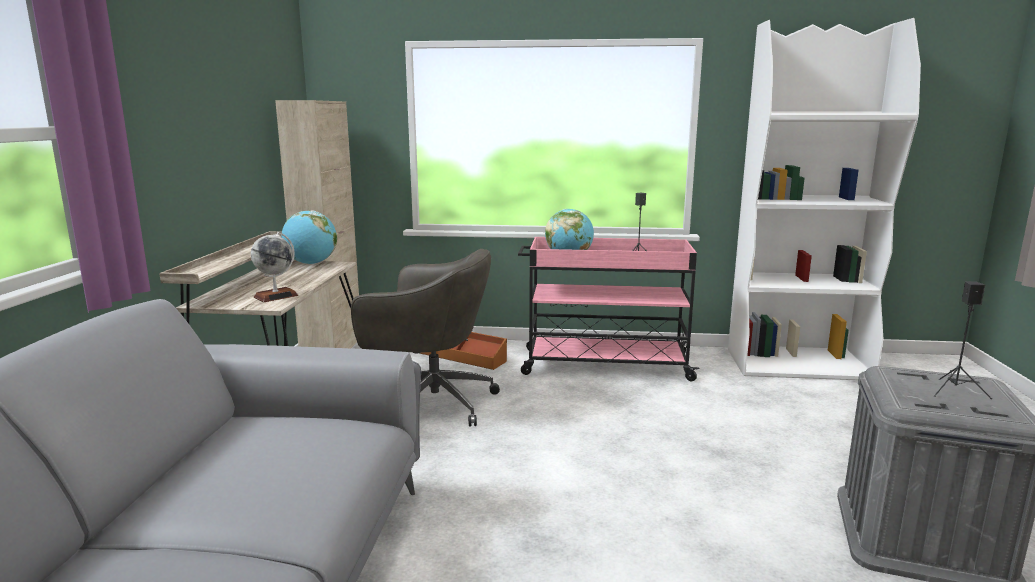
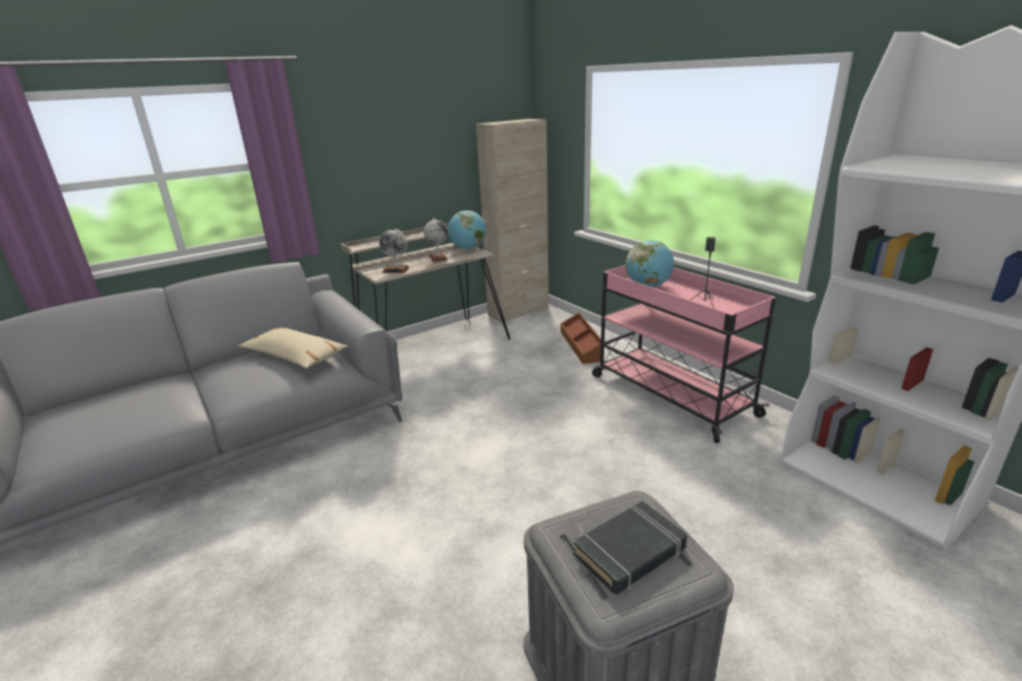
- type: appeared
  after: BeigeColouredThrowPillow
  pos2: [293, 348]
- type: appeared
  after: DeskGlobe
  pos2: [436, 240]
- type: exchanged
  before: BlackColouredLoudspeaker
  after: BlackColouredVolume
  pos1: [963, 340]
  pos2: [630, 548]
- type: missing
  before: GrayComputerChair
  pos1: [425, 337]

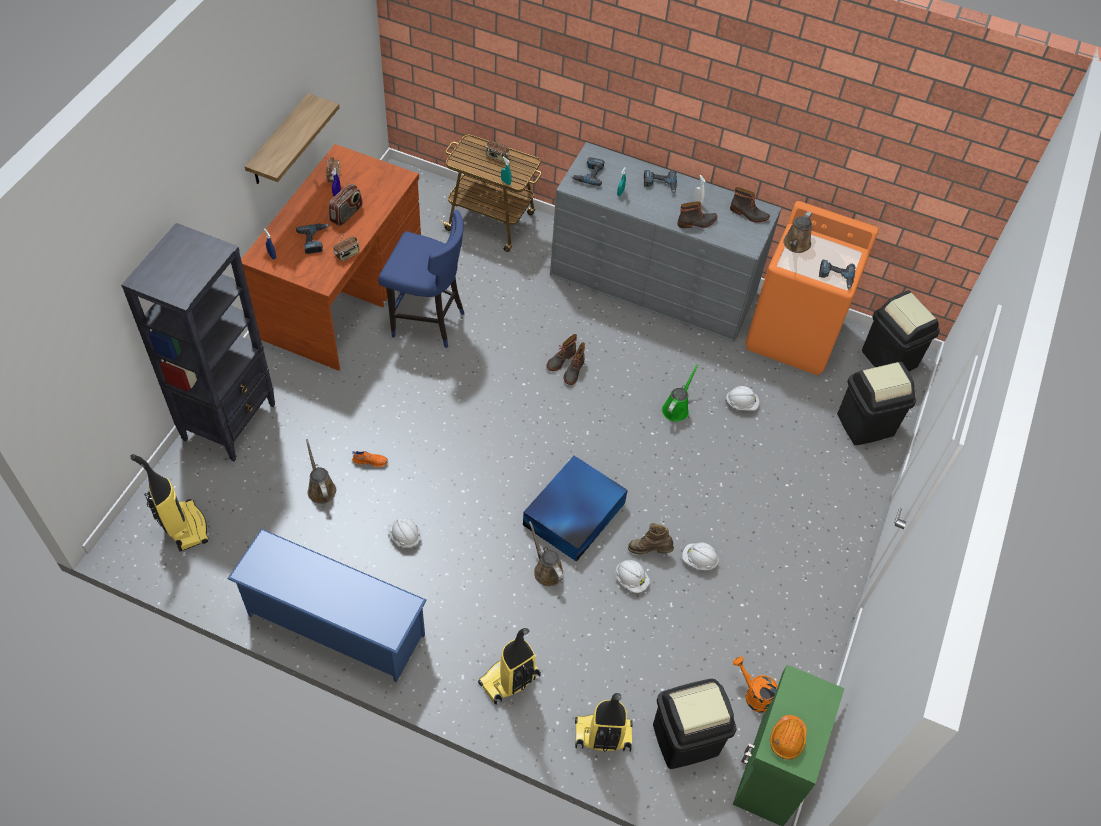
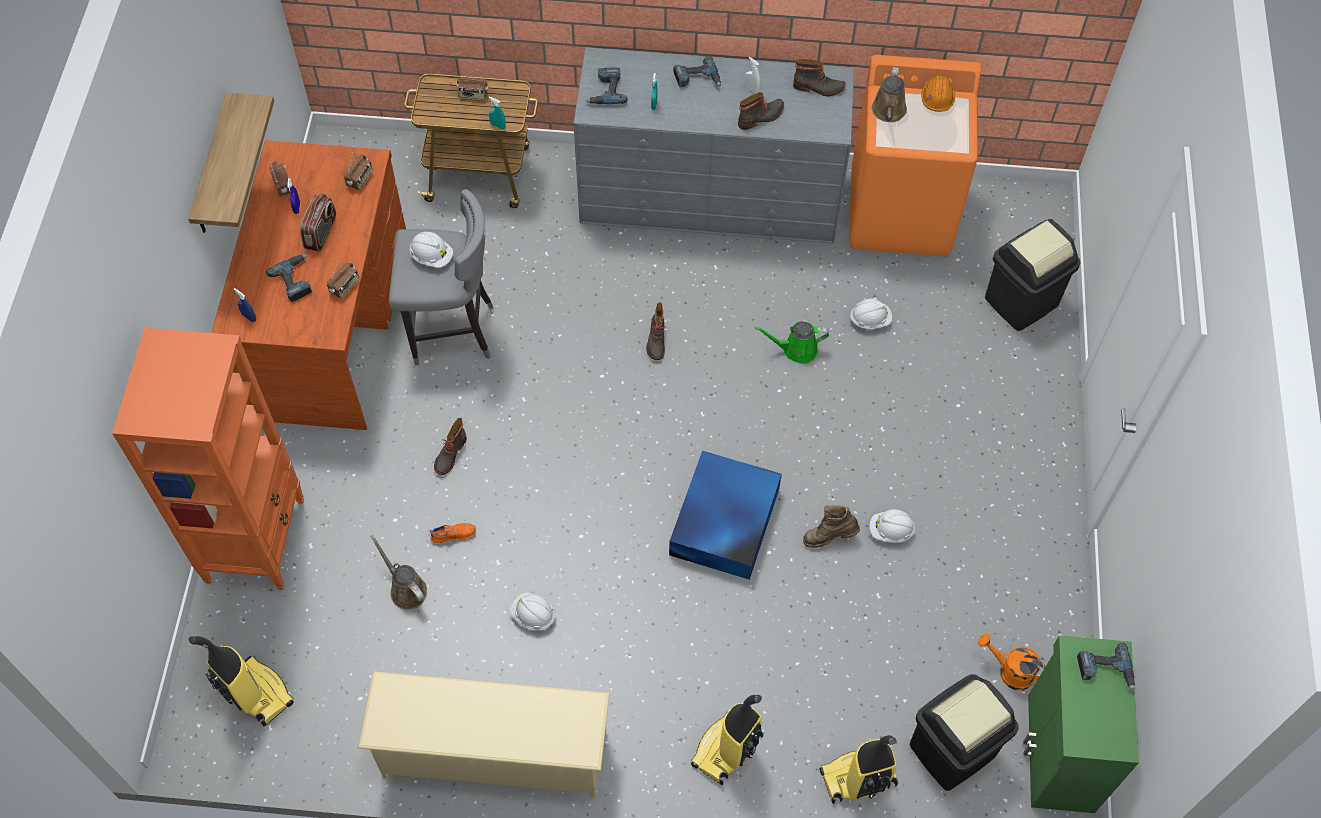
- type: colour
  before: BlackColouredBookcase
  after: OrangeBookcase
  pos1: [198, 342]
  pos2: [208, 459]
- type: appeared
  after: RadioSet
  pos2: [358, 171]
- type: colour
  before: BlueColouredShoeShelf
  after: BeigeColouredShoeShelf
  pos1: [327, 605]
  pos2: [484, 734]
- type: colour
  before: BlueColouredSittingStool
  after: GraySittingStool
  pos1: [421, 279]
  pos2: [441, 277]
- type: relocated
  before: WhiteColouredSafetyHelmet
  pos1: [633, 576]
  pos2: [431, 250]
- type: relocated
  before: Boot
  pos1: [561, 352]
  pos2: [450, 446]
- type: spun
  before: GreenishWateringPot
  pos1: [680, 393]
  pos2: [792, 342]
  turn: -105
- type: relocated
  before: OrangeSafetyHelmet
  pos1: [788, 737]
  pos2: [938, 93]
- type: relocated
  before: Drill
  pos1: [837, 274]
  pos2: [1106, 667]
- type: missing
  before: BrownColouredWateringPot
  pos1: [546, 553]
- type: missing
  before: BlackColouredTrashCan
  pos1: [901, 330]

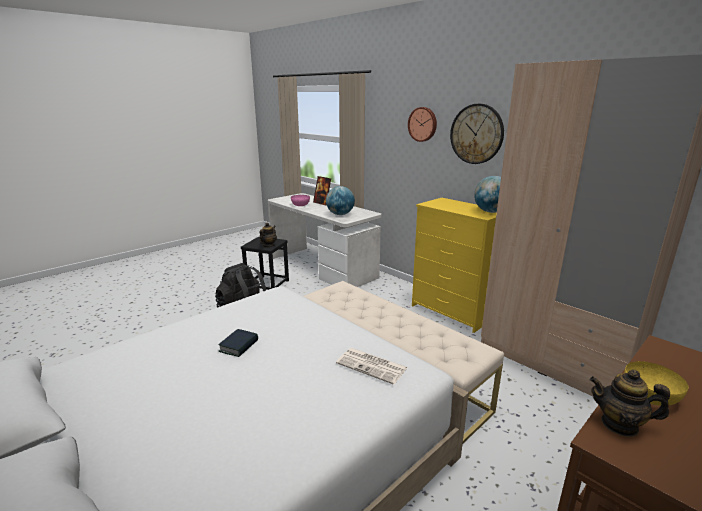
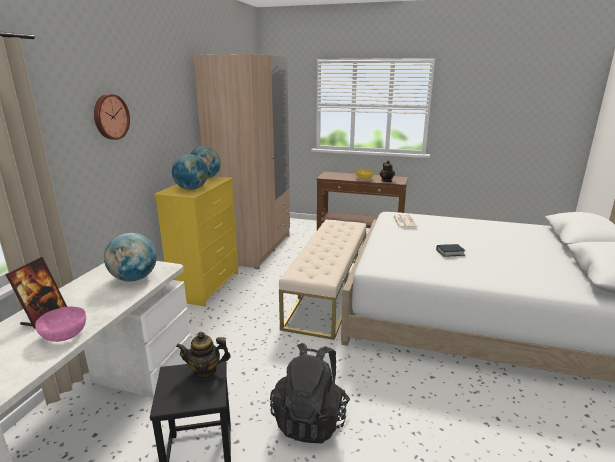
- type: appeared
  after: DeskGlobe
  pos2: [190, 172]
- type: missing
  before: WallClock
  pos1: [477, 134]

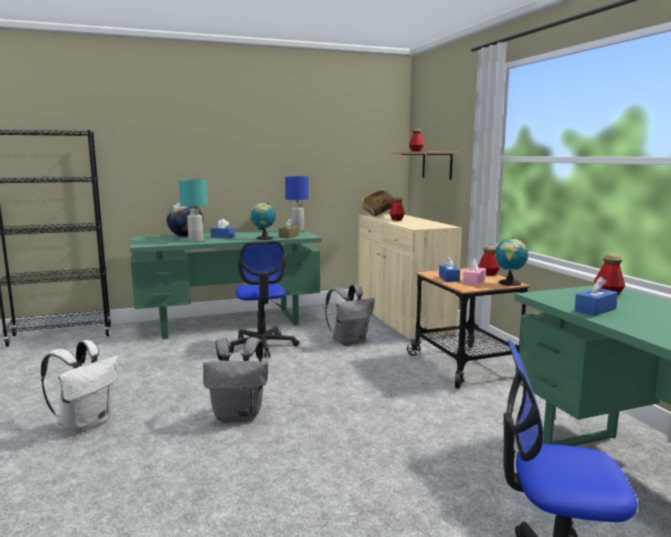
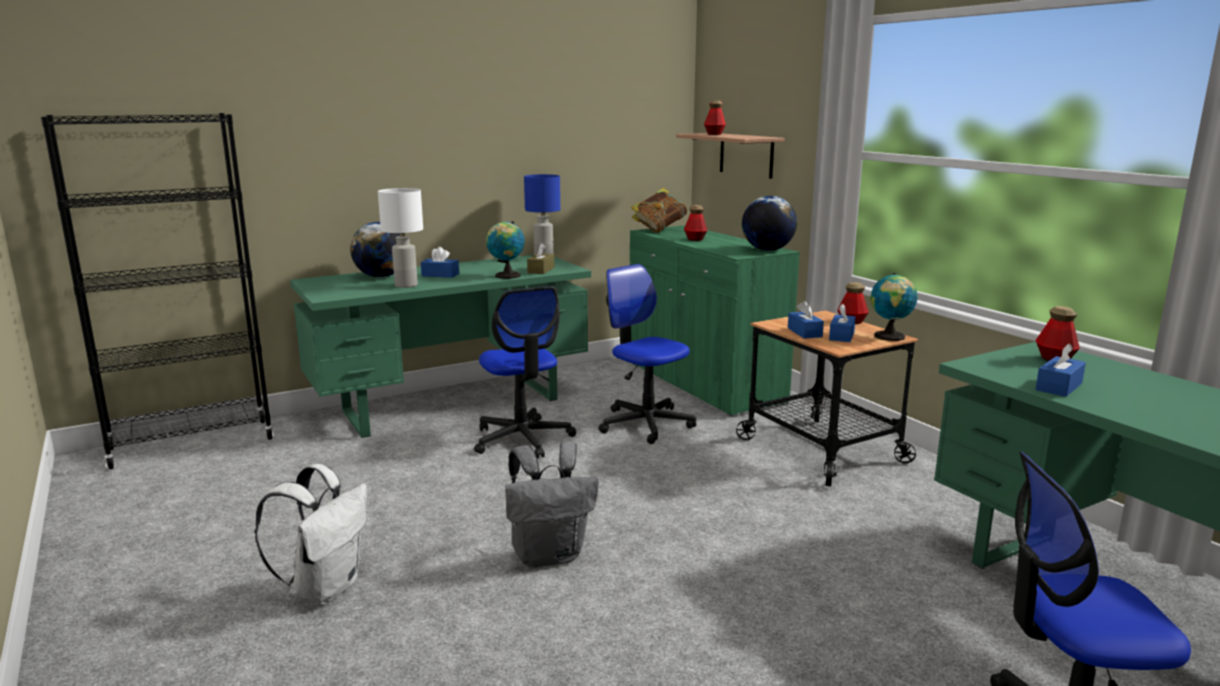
- type: colour
  before: BlueGreenLampForATable
  after: WhiteColouredLampForATable
  pos1: [193, 210]
  pos2: [400, 238]
- type: exchanged
  before: GrayRucksack
  after: ComputerChair
  pos1: [350, 315]
  pos2: [647, 354]
- type: colour
  before: BeigeColouredStorageCabinet
  after: GreenishStorageCabinet
  pos1: [410, 277]
  pos2: [715, 321]
- type: appeared
  after: DeskGlobe
  pos2: [769, 223]
- type: colour
  before: PinkBoxOfTissues
  after: BlueColouredBoxOfTissues
  pos1: [474, 271]
  pos2: [842, 323]

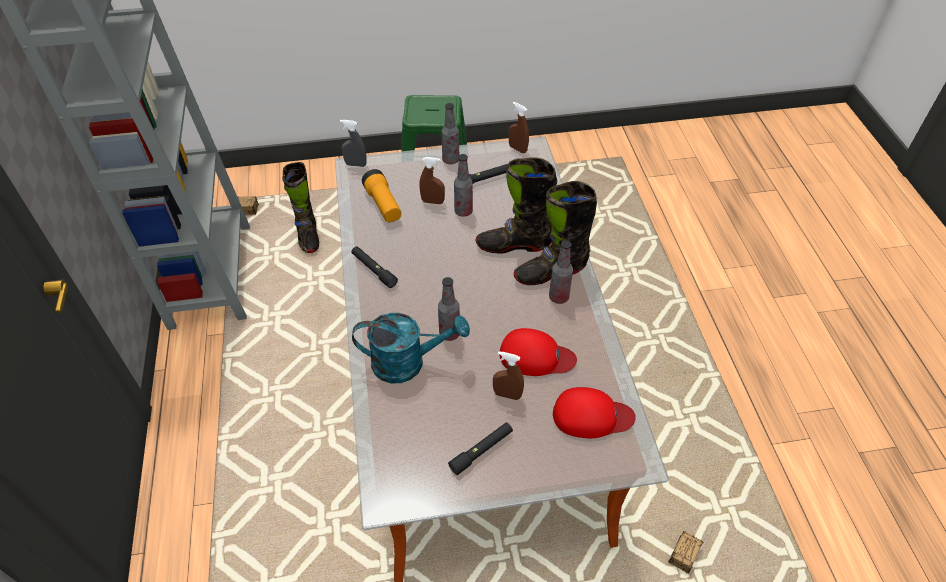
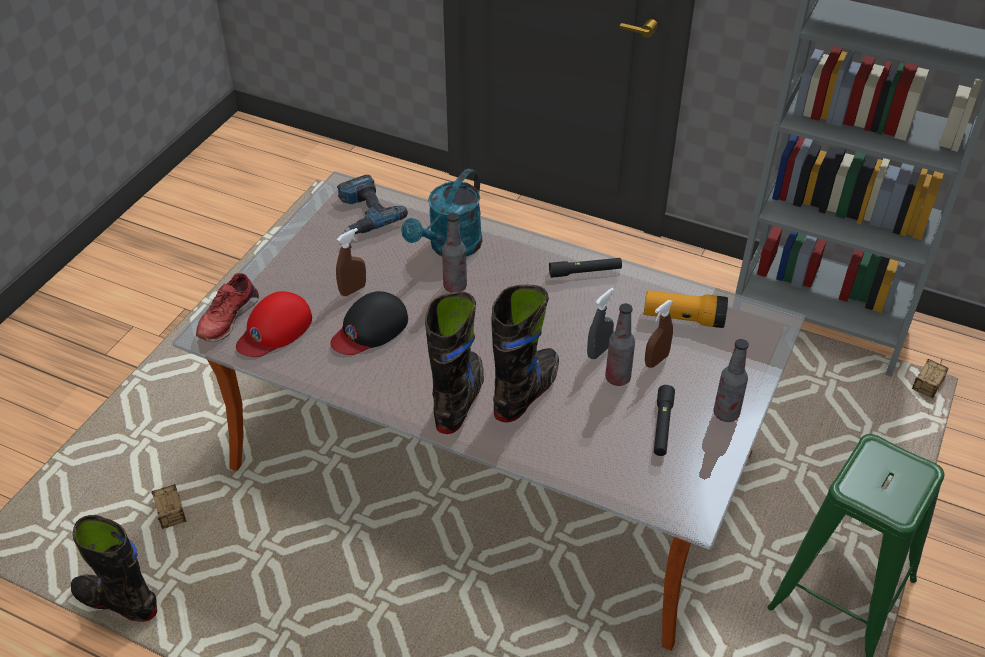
- type: relocated
  before: BlackColouredBoot
  pos1: [300, 207]
  pos2: [114, 568]
- type: appeared
  after: RedItemOfFootwear
  pos2: [227, 307]
- type: colour
  before: RedCap
  after: BlackColouredCap
  pos1: [538, 352]
  pos2: [369, 323]
- type: appeared
  after: Drill
  pos2: [372, 204]
- type: relocated
  before: GraySprayer
  pos1: [353, 143]
  pos2: [600, 323]
- type: missing
  before: BlackColouredFlashlight
  pos1: [480, 448]
- type: missing
  before: BrownColouredSprayer
  pos1: [519, 127]
- type: missing
  before: Bottle
  pos1: [561, 272]

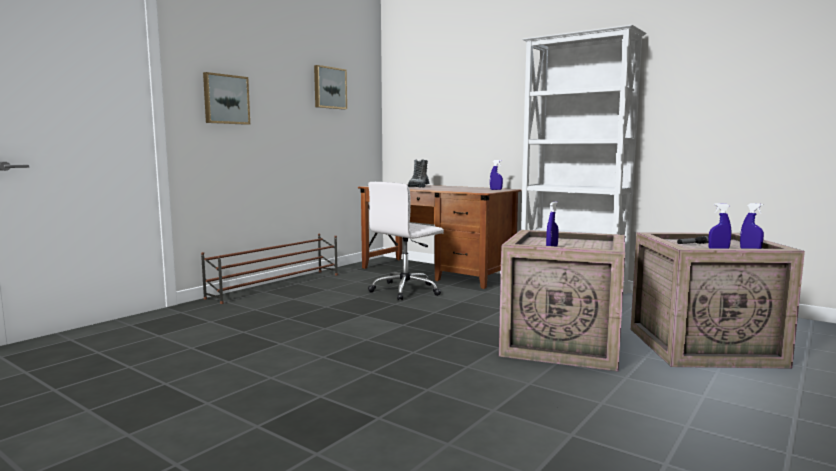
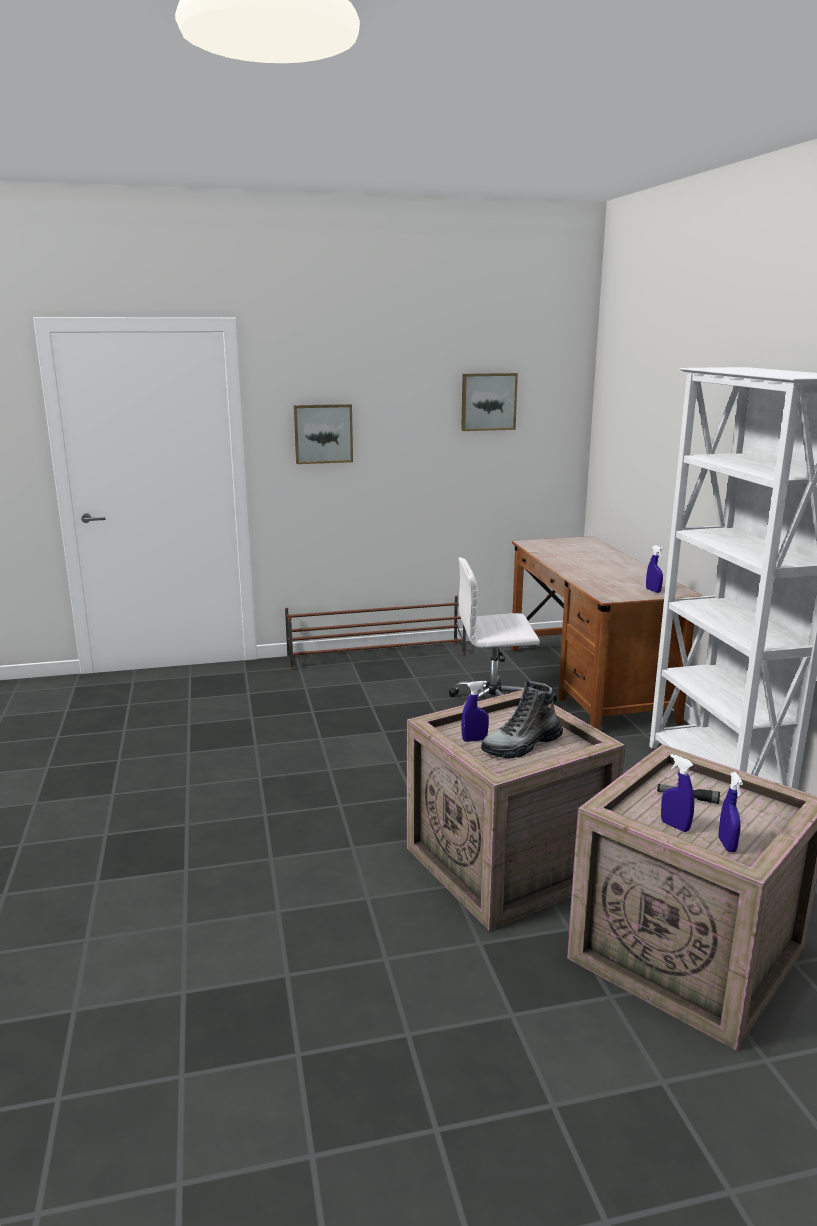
- type: relocated
  before: Boot
  pos1: [418, 174]
  pos2: [522, 719]

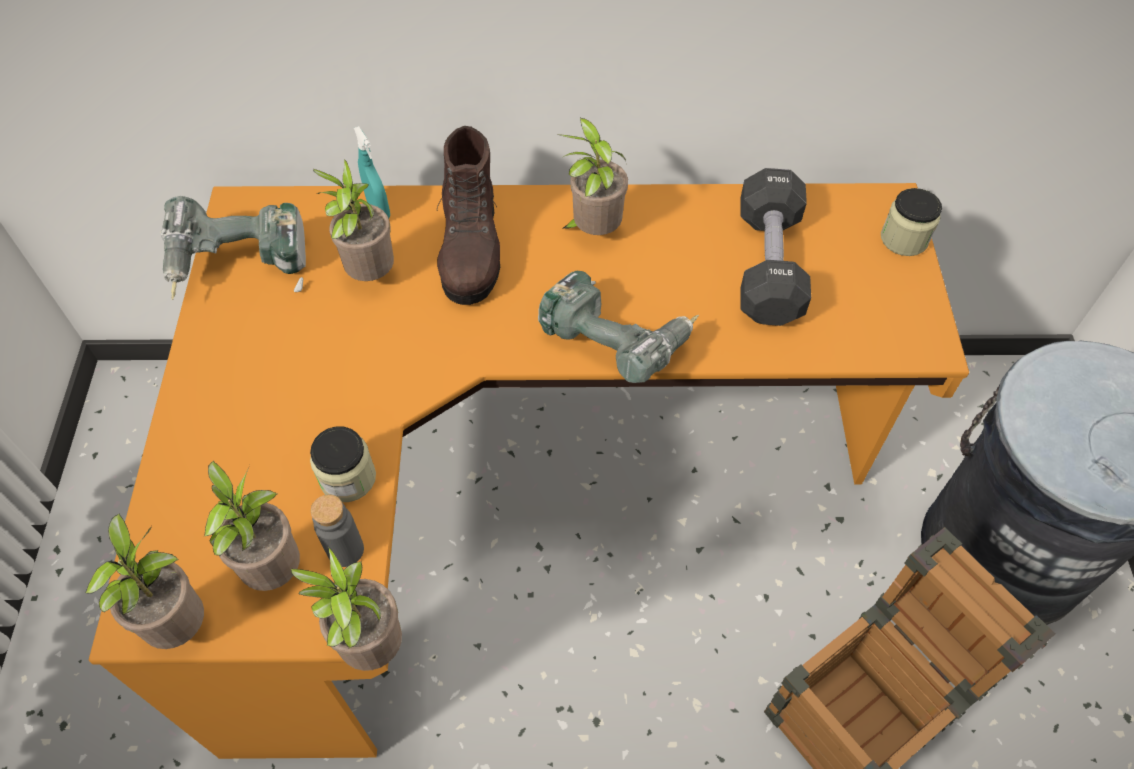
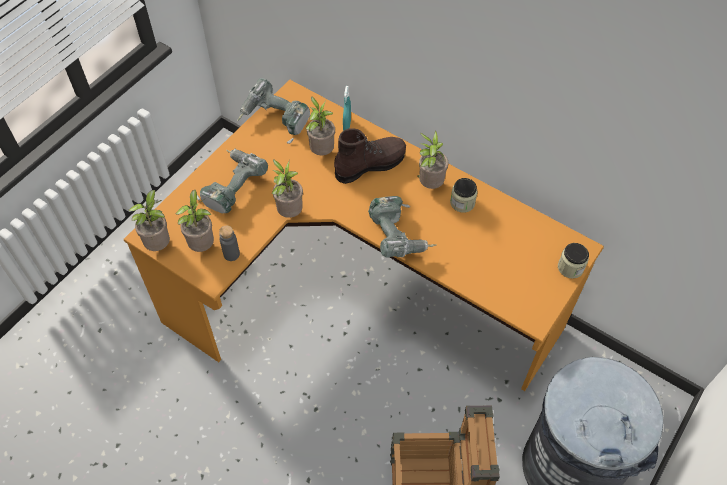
- type: appeared
  after: Drill
  pos2: [232, 181]
- type: relocated
  before: PlantInAPot
  pos1: [346, 608]
  pos2: [287, 189]
- type: spun
  before: BrownColouredBoot
  pos1: [468, 215]
  pos2: [370, 156]
  turn: -150
- type: relocated
  before: StorageJar
  pos1: [343, 464]
  pos2: [464, 195]
- type: missing
  before: BlackColouredHandWeight
  pos1: [775, 247]

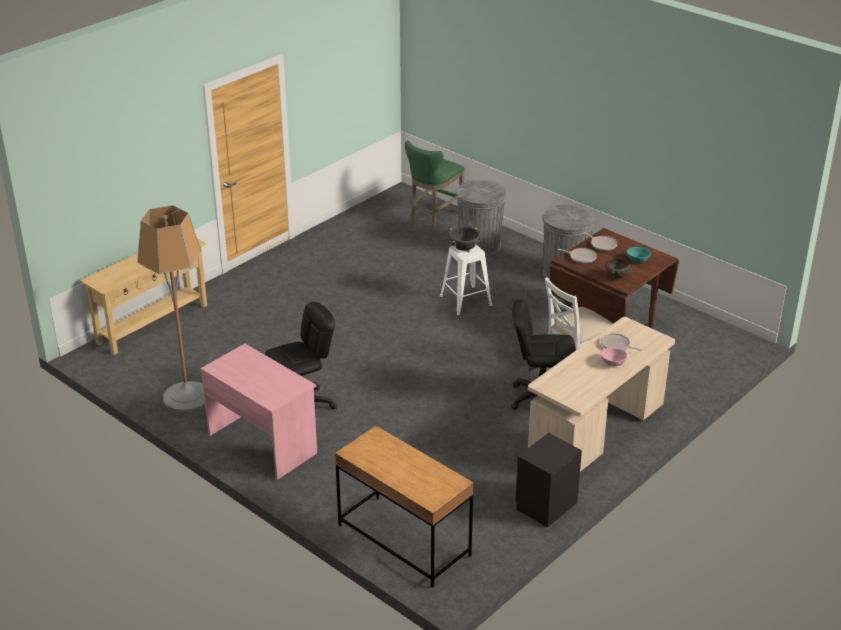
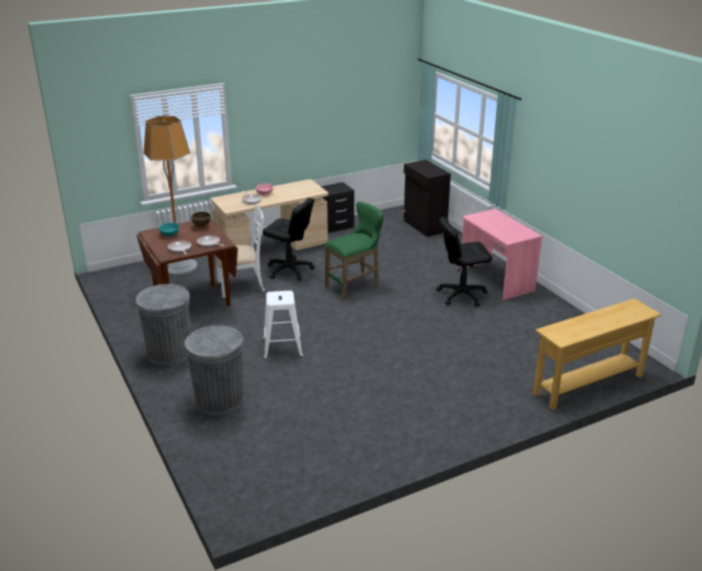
- type: relocated
  before: FloorLamp
  pos1: [171, 309]
  pos2: [170, 196]
- type: relocated
  before: GreenishSittingStool
  pos1: [434, 186]
  pos2: [354, 250]
- type: exchanged
  before: BrownColouredDeskTable
  after: BlackColouredStorageCabinet
  pos1: [404, 507]
  pos2: [426, 198]
- type: missing
  before: BlackColouredCookingPot
  pos1: [464, 238]

